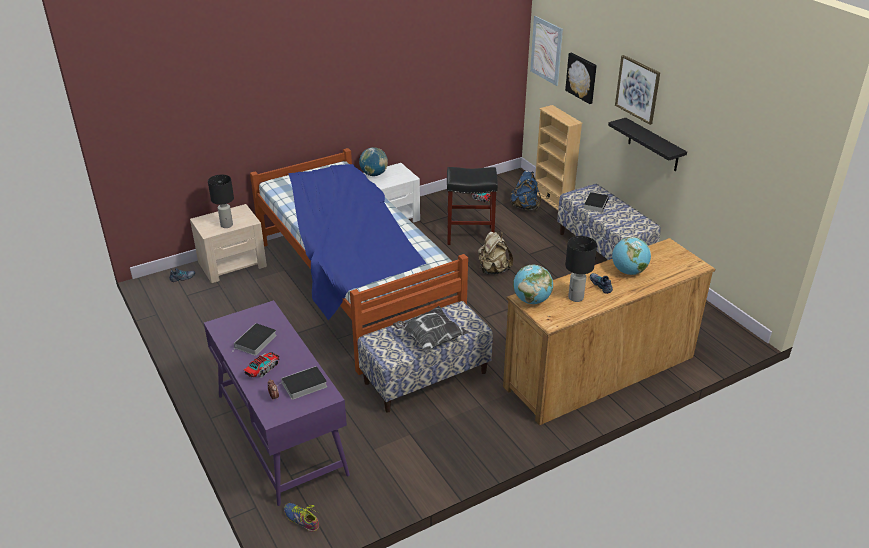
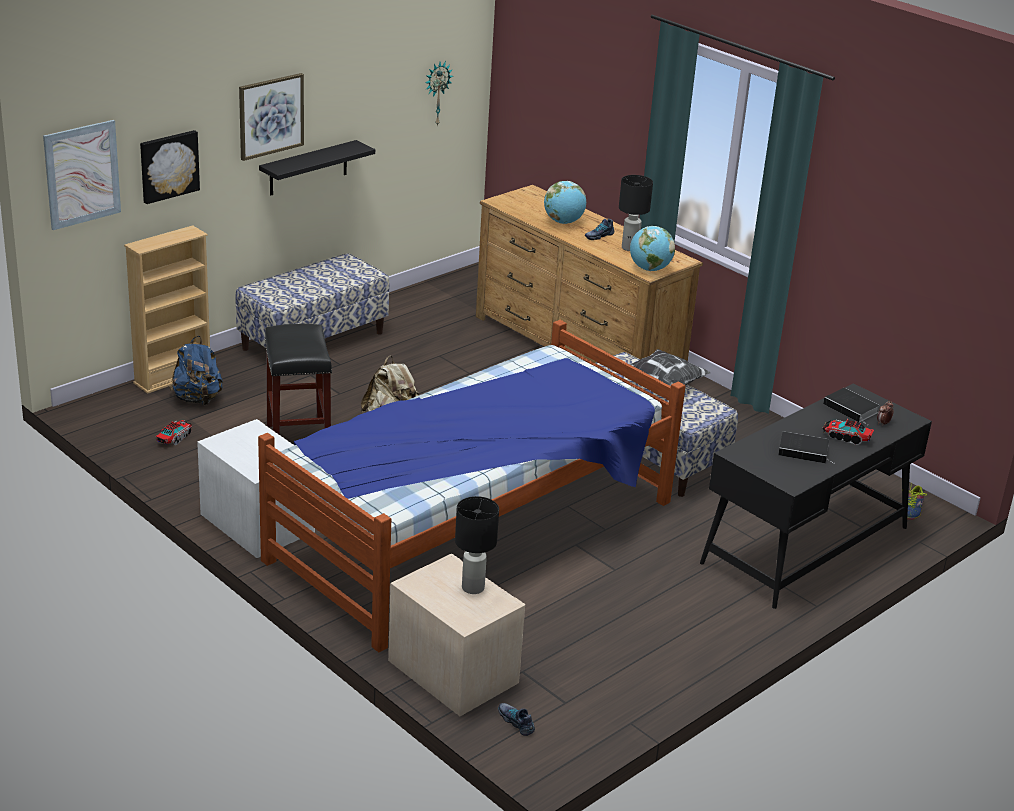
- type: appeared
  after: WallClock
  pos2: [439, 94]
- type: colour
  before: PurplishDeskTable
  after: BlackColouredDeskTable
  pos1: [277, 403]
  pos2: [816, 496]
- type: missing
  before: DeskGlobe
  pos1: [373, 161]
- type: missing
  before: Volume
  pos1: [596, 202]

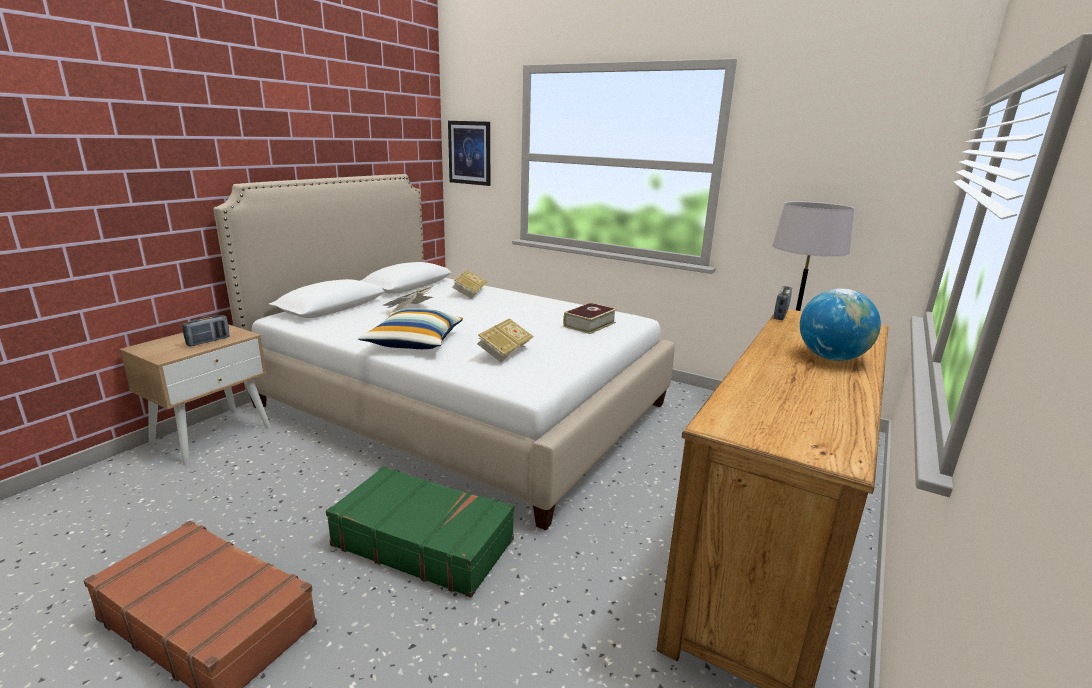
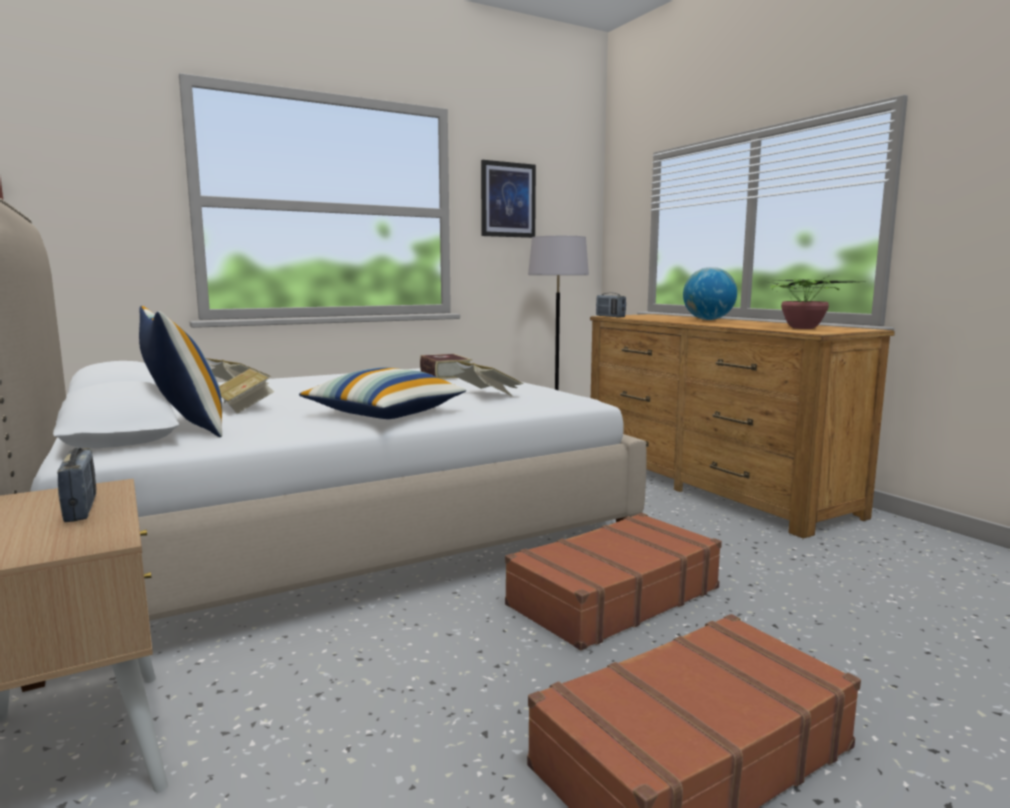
- type: appeared
  after: ThrowPillow
  pos2: [180, 371]
- type: relocated
  before: WallPicture
  pos1: [469, 153]
  pos2: [508, 199]
- type: colour
  before: GreenishTravelCase
  after: BrownColouredTravelCase
  pos1: [420, 532]
  pos2: [613, 581]
- type: appeared
  after: PlantInAPot
  pos2: [806, 302]

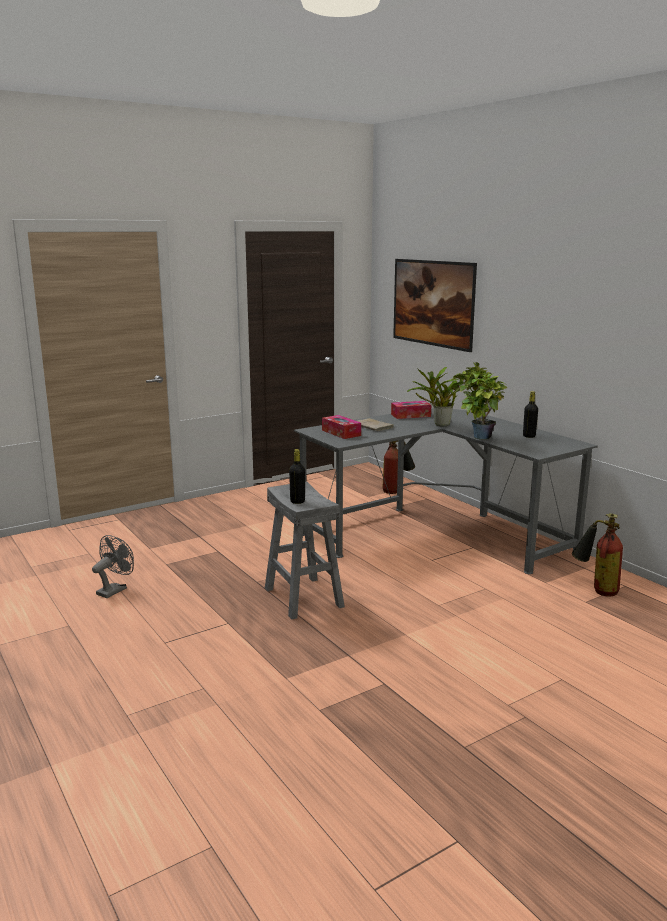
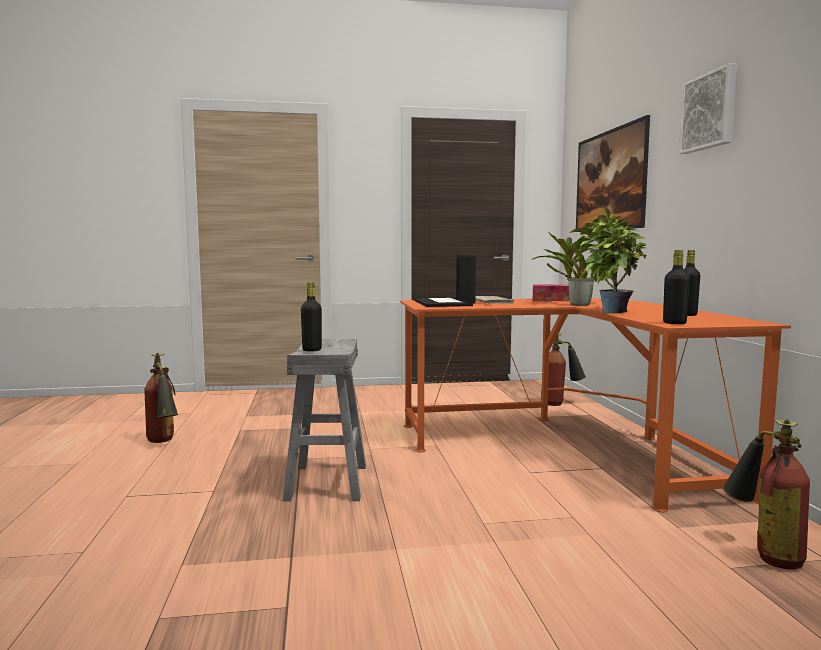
- type: exchanged
  before: GrayCoolingFan
  after: FireExtinguisher
  pos1: [113, 566]
  pos2: [161, 398]
- type: colour
  before: GrayDeskTable
  after: OrangeDeskTable
  pos1: [446, 491]
  pos2: [595, 405]
- type: exchanged
  before: BoxOfTissues
  after: NotebookComputer
  pos1: [341, 427]
  pos2: [445, 281]
- type: appeared
  after: BlackColouredBottle
  pos2: [676, 287]
- type: appeared
  after: WallPicture
  pos2: [708, 108]

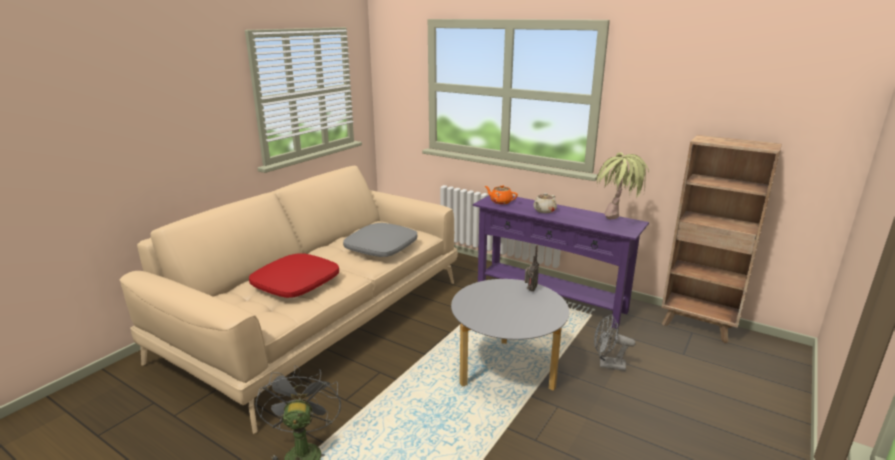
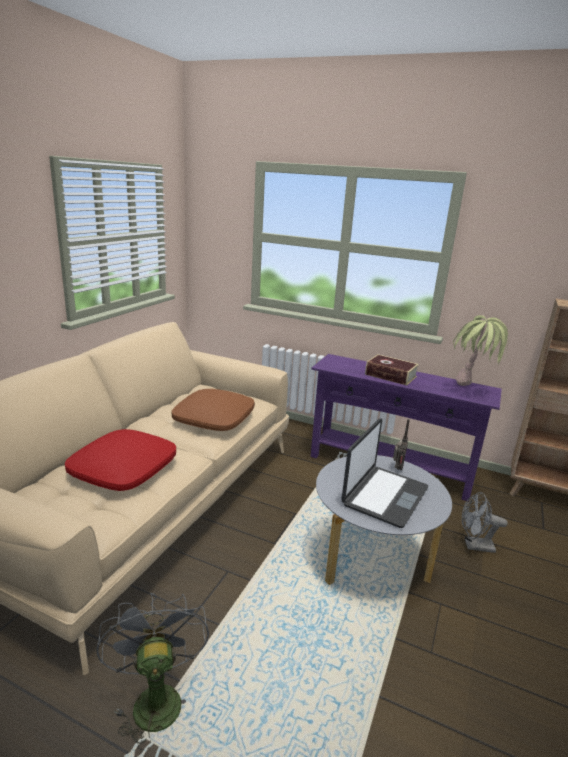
- type: colour
  before: GrayThrowPillow
  after: BrownColouredThrowPillow
  pos1: [380, 240]
  pos2: [213, 410]
- type: appeared
  after: NotebookComputer
  pos2: [384, 473]
- type: exchanged
  before: BeigeColouredTeapot
  after: Volume
  pos1: [545, 203]
  pos2: [392, 370]
- type: missing
  before: OrangeTeapot
  pos1: [501, 194]

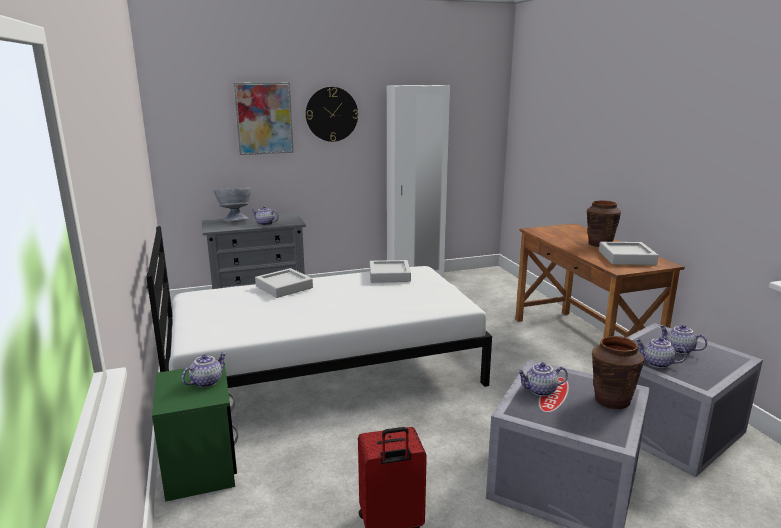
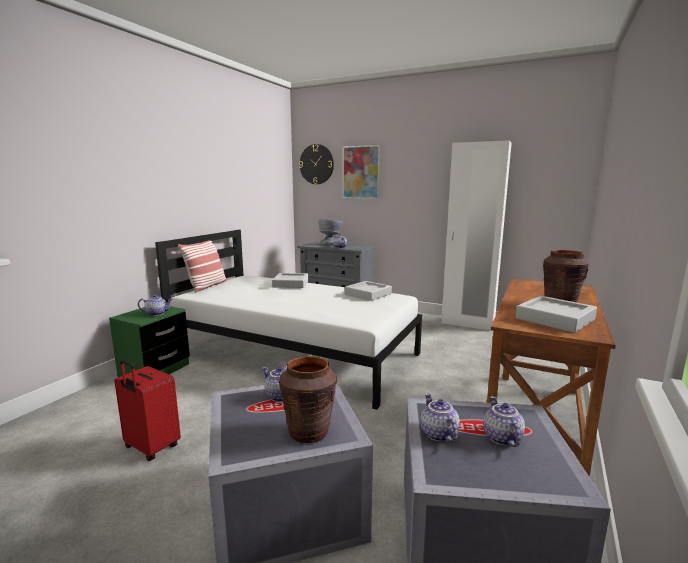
- type: appeared
  after: ThrowPillow
  pos2: [202, 266]
- type: relocated
  before: WallClock
  pos1: [332, 114]
  pos2: [316, 164]

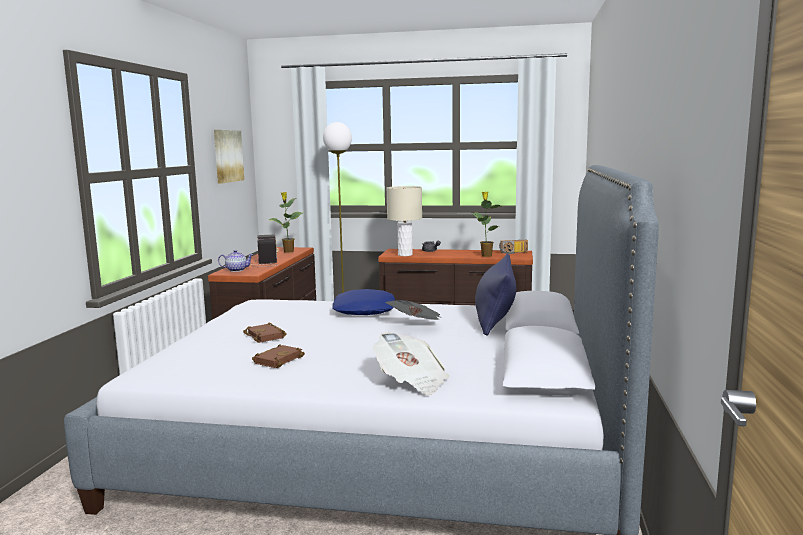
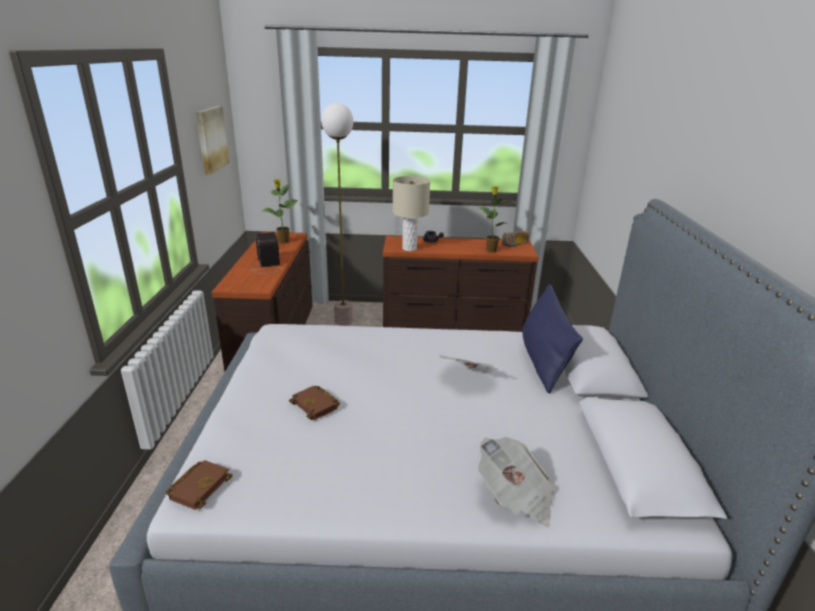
- type: relocated
  before: BrownColouredVolume
  pos1: [278, 356]
  pos2: [199, 485]
- type: missing
  before: Teapot
  pos1: [236, 261]
- type: missing
  before: BlueColouredThrowPillow
  pos1: [363, 302]

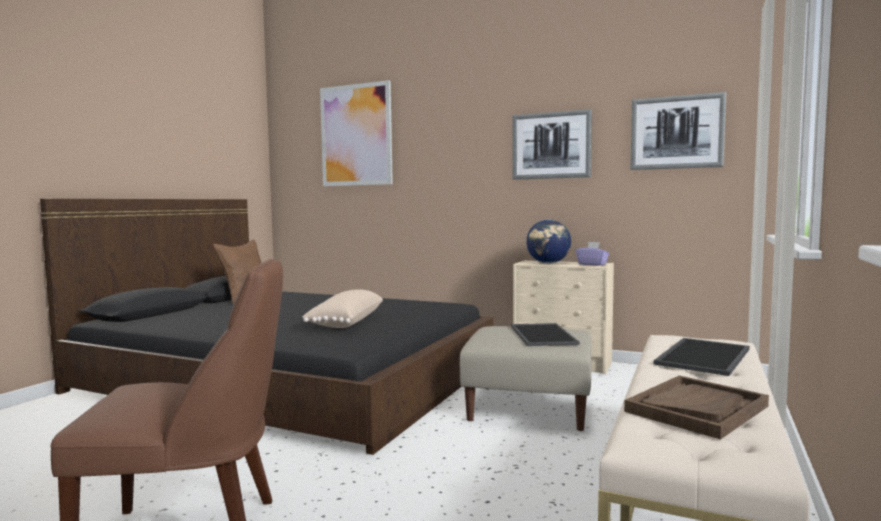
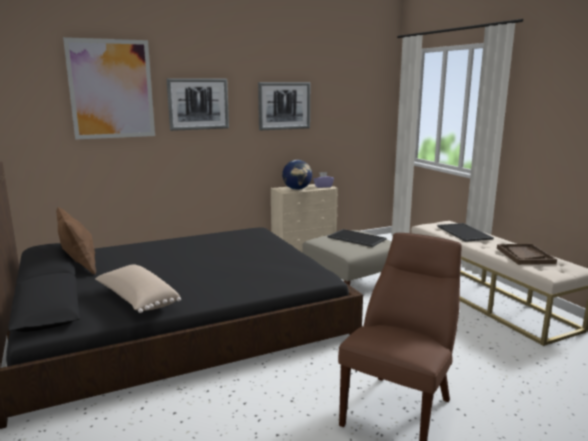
- type: relocated
  before: BeigeColouredThrowPillow
  pos1: [342, 308]
  pos2: [138, 289]
- type: relocated
  before: WallPicture
  pos1: [678, 131]
  pos2: [198, 104]

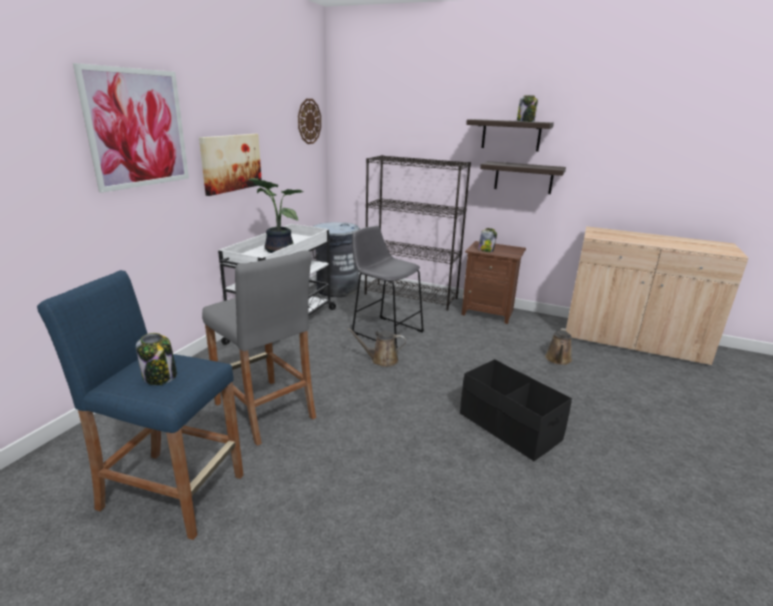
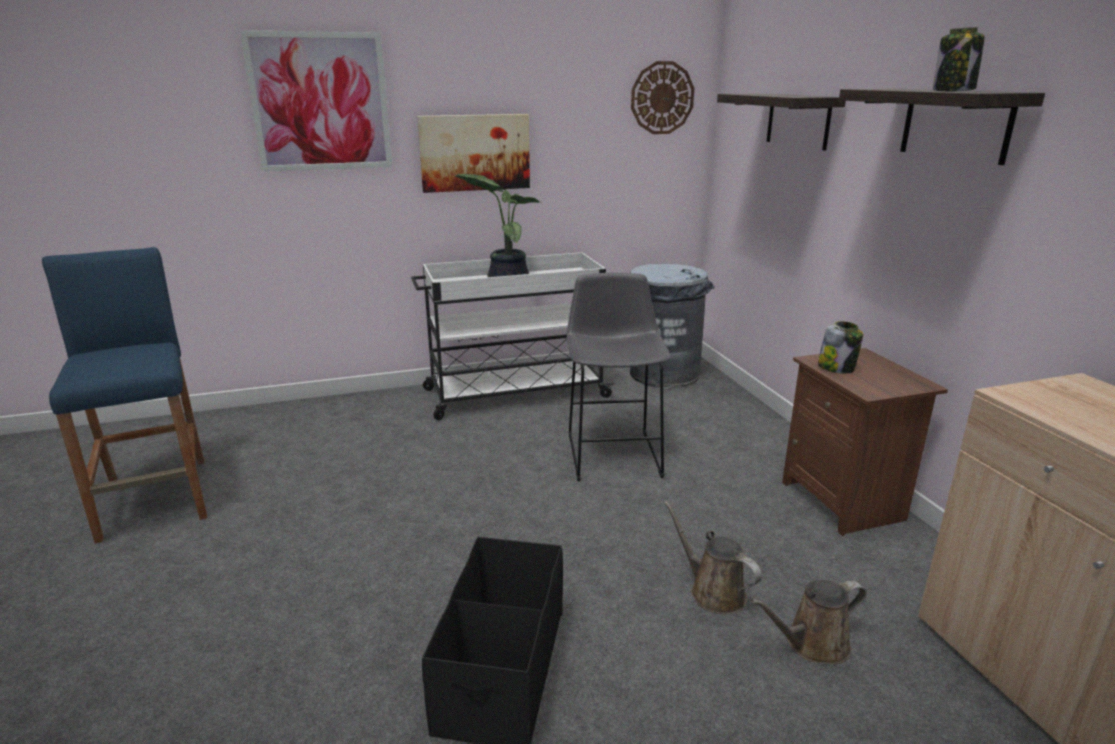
- type: relocated
  before: BrownColouredWateringPot
  pos1: [376, 347]
  pos2: [713, 557]
- type: relocated
  before: WallShelf
  pos1: [523, 177]
  pos2: [781, 122]
- type: missing
  before: StorageJar
  pos1: [156, 359]
- type: missing
  before: GraySittingStool
  pos1: [259, 348]
- type: missing
  before: BlackColouredBookcase
  pos1: [418, 233]

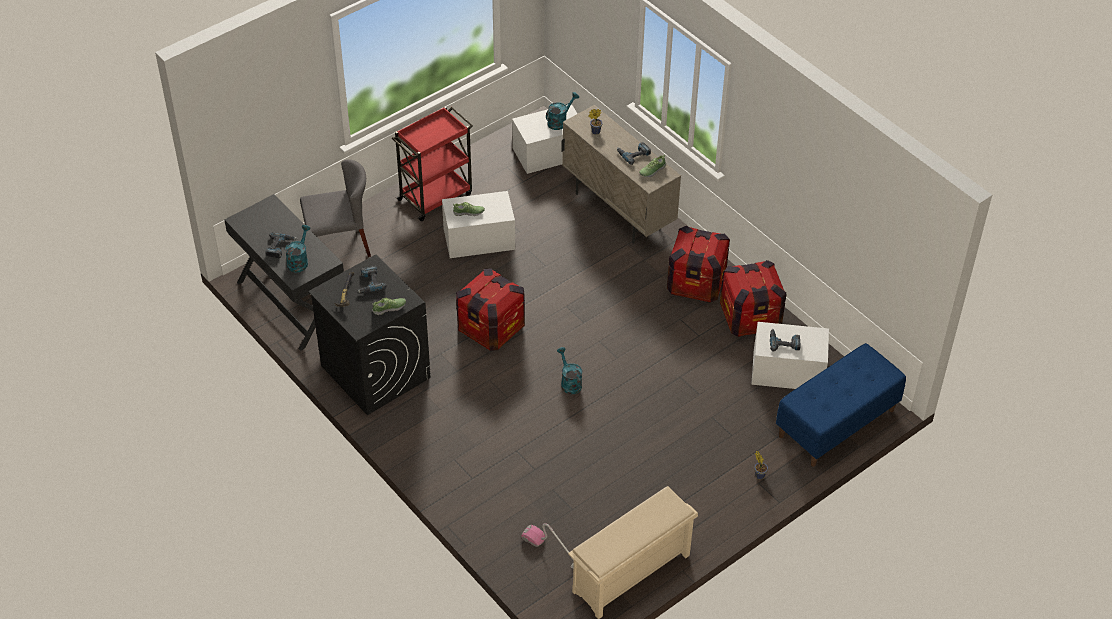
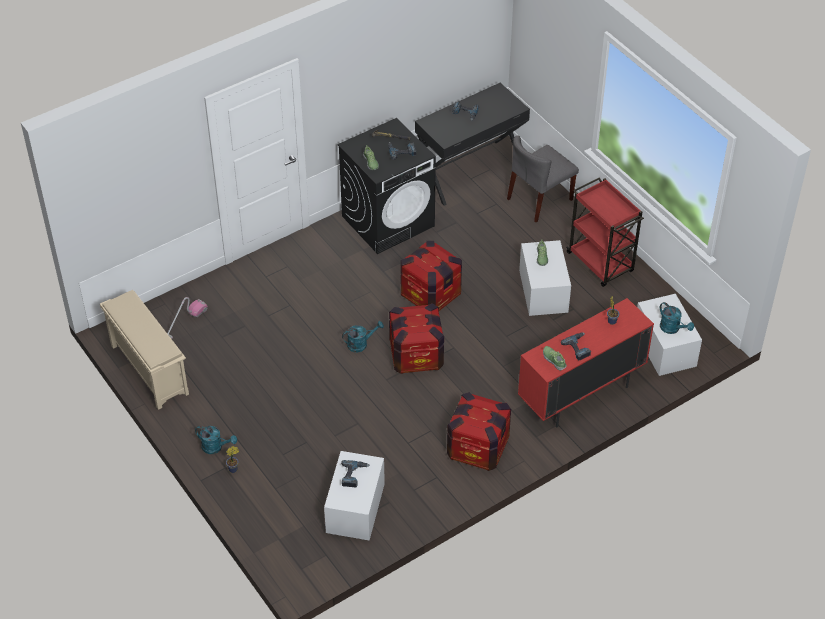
- type: relocated
  before: BlueGreenWateringPot
  pos1: [298, 248]
  pos2: [216, 440]
- type: relocated
  before: Crate
  pos1: [753, 298]
  pos2: [416, 338]
- type: spun
  before: GrayChair
  pos1: [335, 208]
  pos2: [543, 179]
  turn: 60
- type: colour
  before: BeigeColouredStorageCabinet
  after: RedStorageCabinet
  pos1: [621, 174]
  pos2: [586, 362]
- type: missing
  before: BlueColouredLongSeat
  pos1: [841, 405]

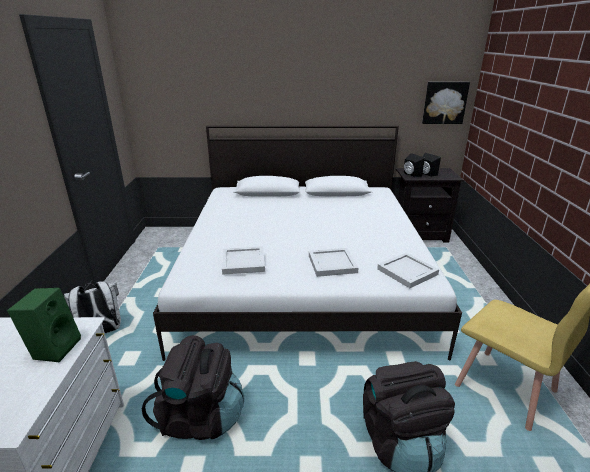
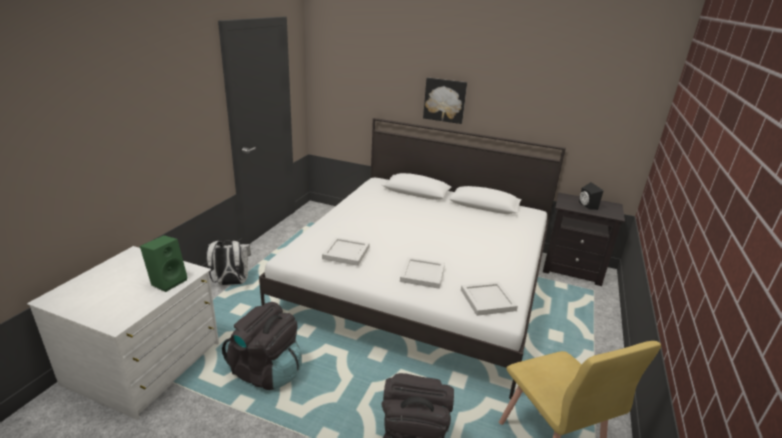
- type: relocated
  before: WallPicture
  pos1: [446, 103]
  pos2: [445, 101]
- type: missing
  before: BlackColouredLoudspeaker
  pos1: [414, 165]

